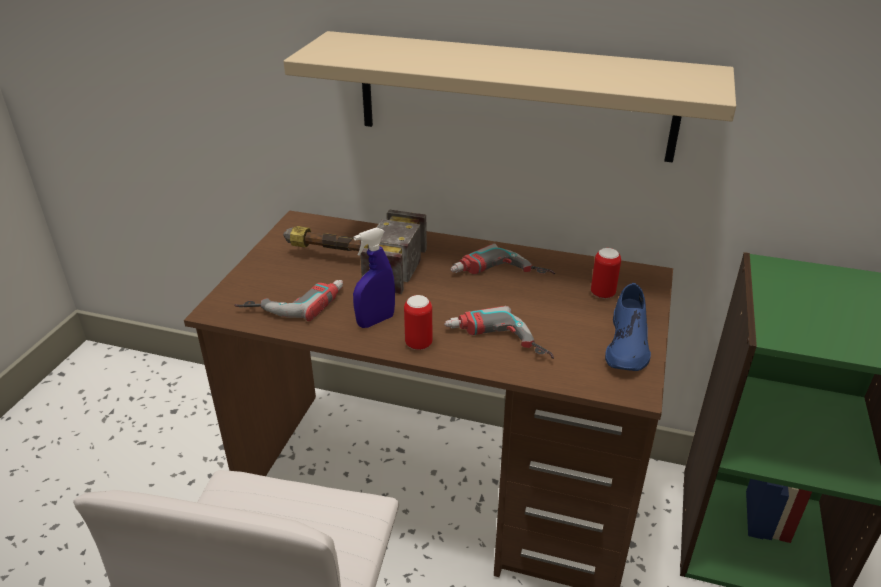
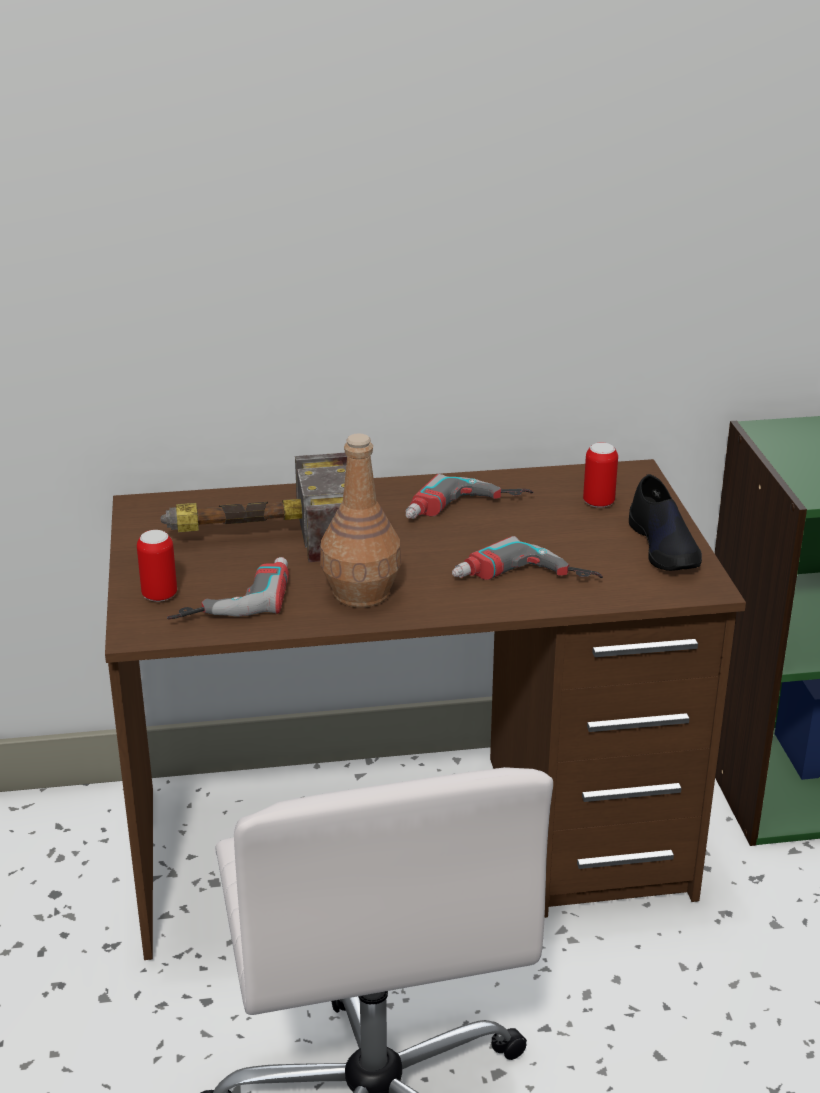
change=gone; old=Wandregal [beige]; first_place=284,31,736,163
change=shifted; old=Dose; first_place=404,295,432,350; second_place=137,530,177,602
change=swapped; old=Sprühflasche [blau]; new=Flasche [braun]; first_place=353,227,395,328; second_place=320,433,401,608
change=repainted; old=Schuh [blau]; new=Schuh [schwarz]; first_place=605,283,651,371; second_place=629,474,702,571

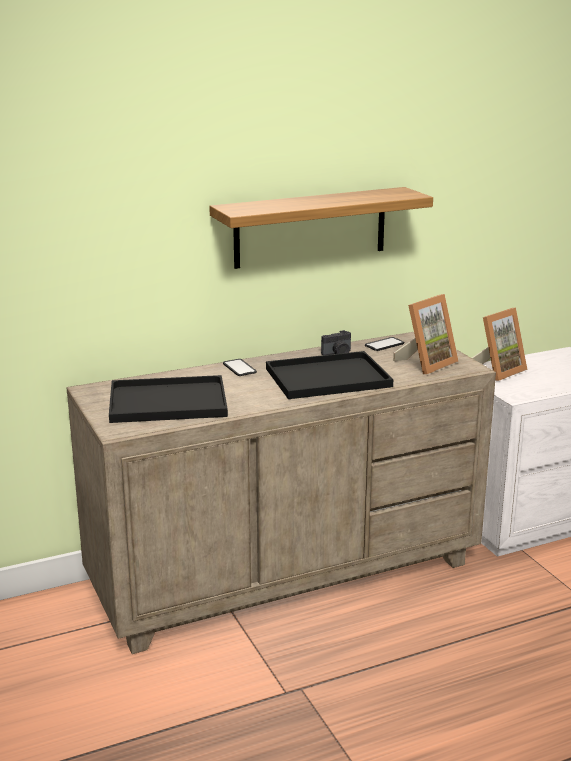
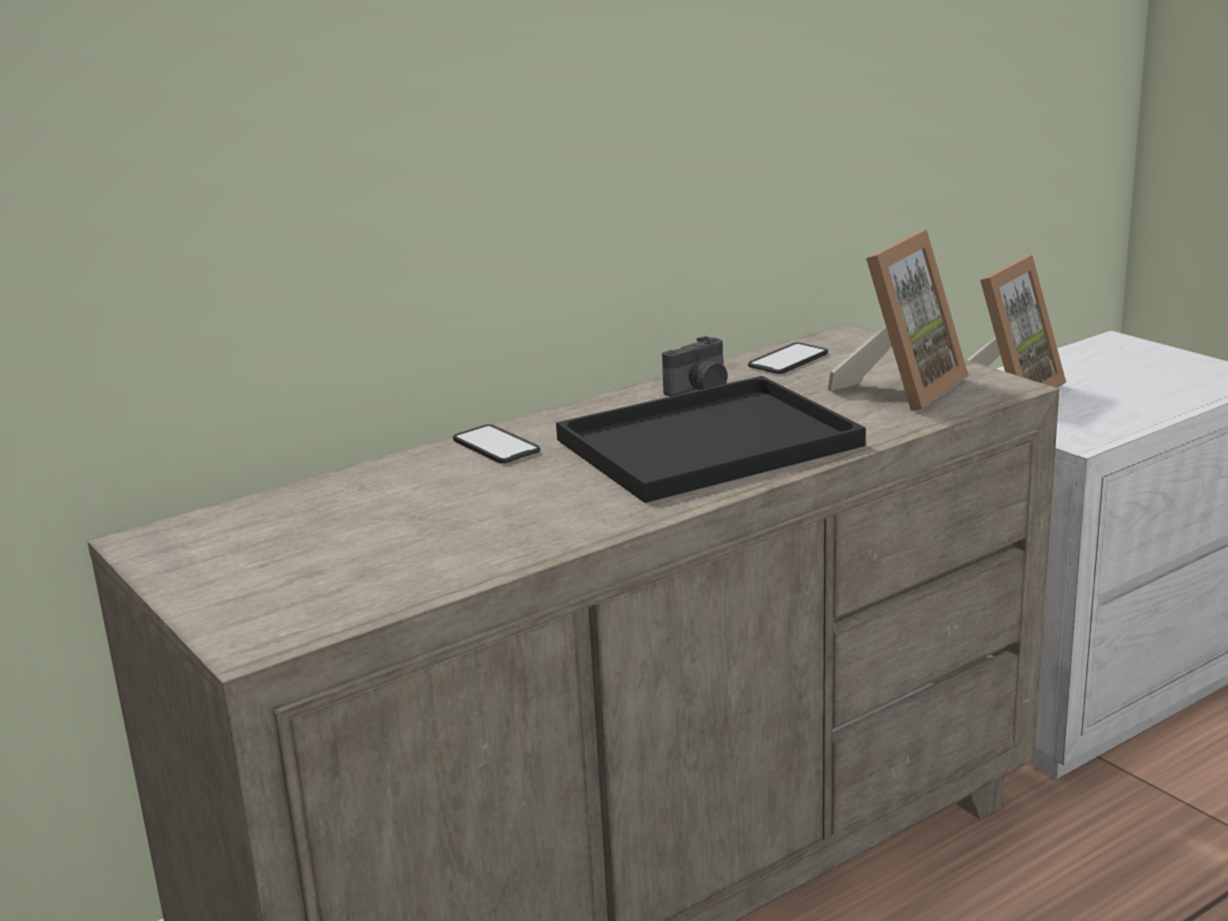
change=gone; old=Tablett [schwarz]; first_place=109,375,228,423
change=gone; old=Wandregal; first_place=209,187,433,269

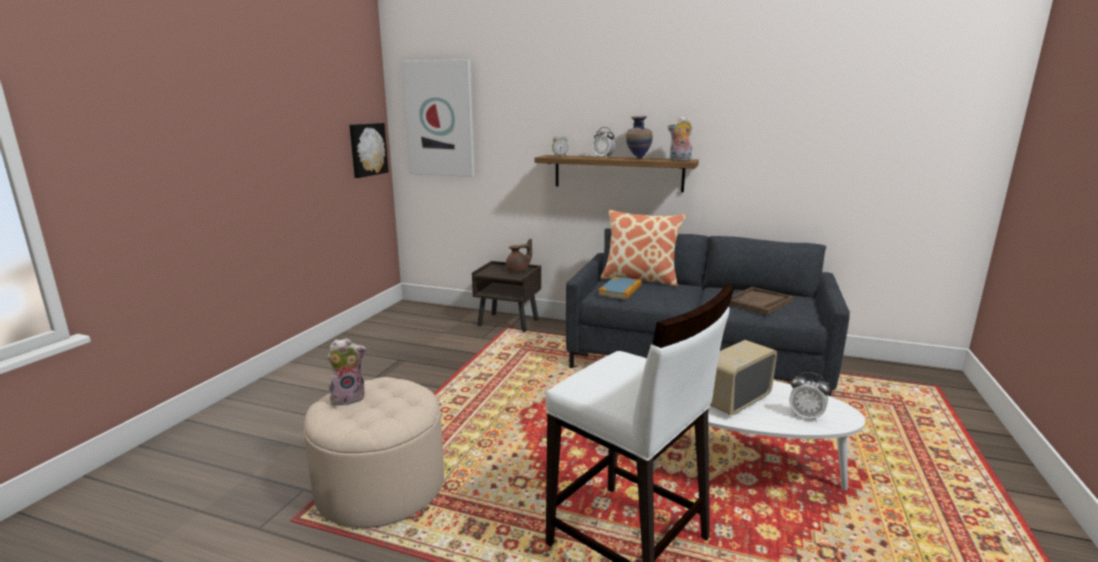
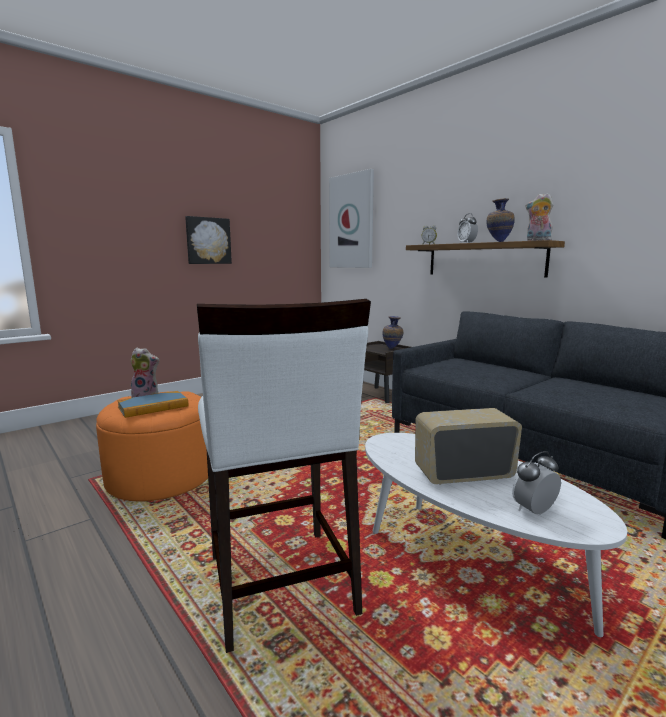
change=gone; old=Kissen; first_place=600,210,686,287
change=gone; old=Tablett [braun]; first_place=729,287,793,315
change=shifted; old=Bild; first_place=349,123,388,178; second_place=185,216,232,264
change=shifted; old=Buch; first_place=598,277,642,300; second_place=117,391,188,418
change=swapped; old=Teekanne [braun]; new=Vase; first_place=506,239,532,272; second_place=382,316,403,349
change=repainted; old=Polsterhocker [beige]; new=Polsterhocker [orange]; first_place=304,377,444,528; second_place=96,391,208,501
change=rotated; old=Wecker; first_place=789,372,831,422; second_place=512,451,561,515; degrees=90

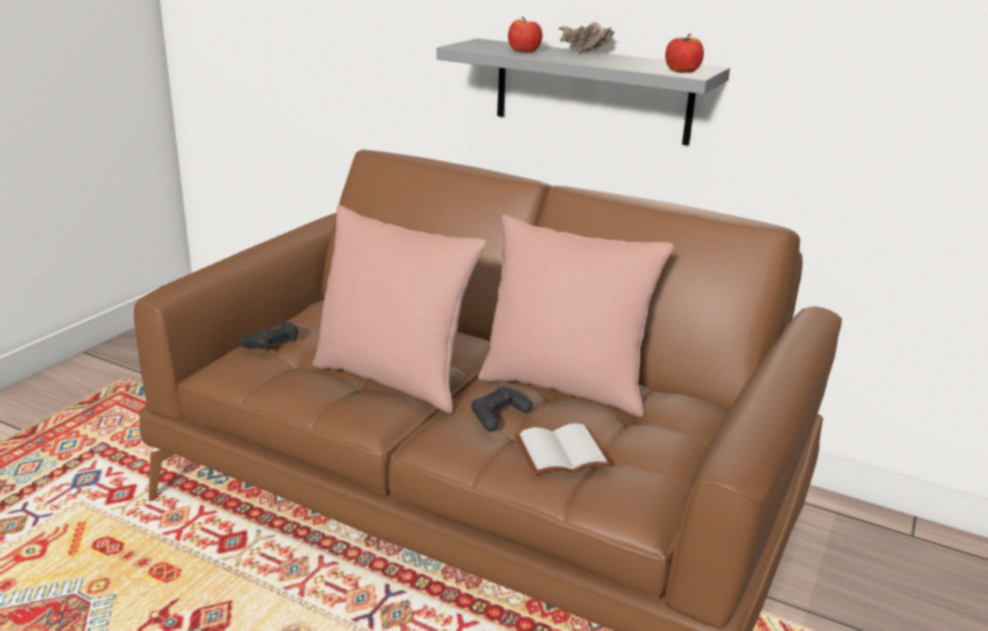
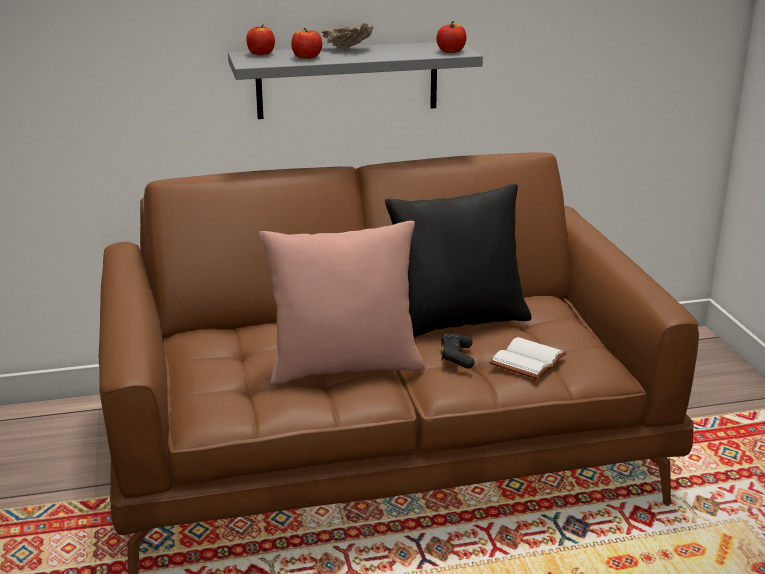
change=gone; old=Gamepad [schwarz]; first_place=240,322,298,351
change=new; new=Apfel; second_place=246,24,275,55
change=repainted; old=Kissen [rosa]; new=Kissen [schwarz]; first_place=478,215,674,417; second_place=385,184,531,338

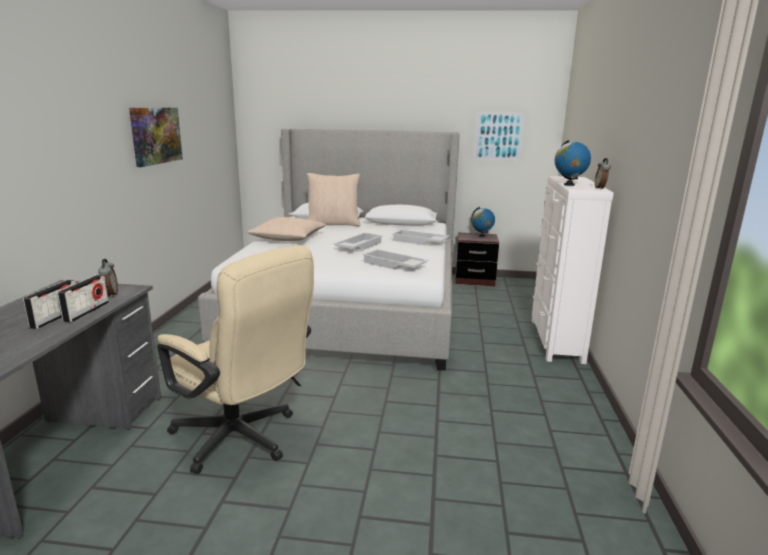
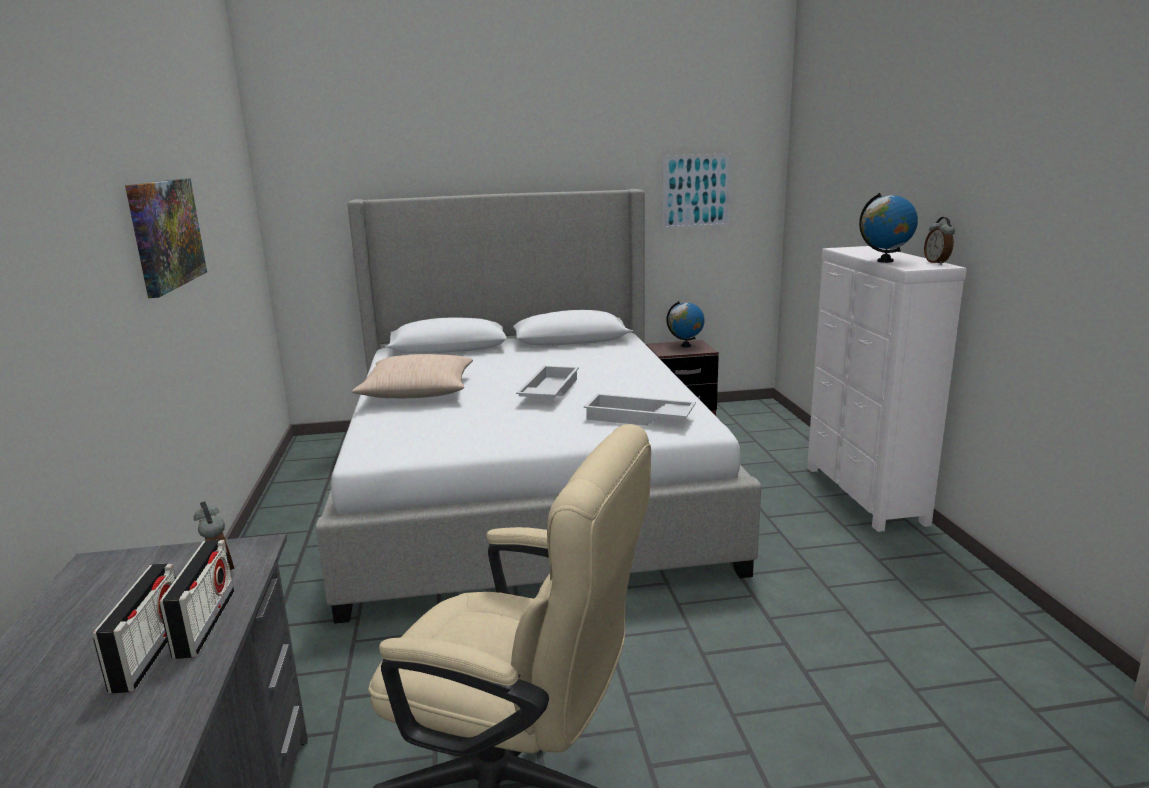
change=gone; old=Kissen [beige]; first_place=307,173,360,226
change=gone; old=Tablett [weiß]; first_place=392,230,449,245

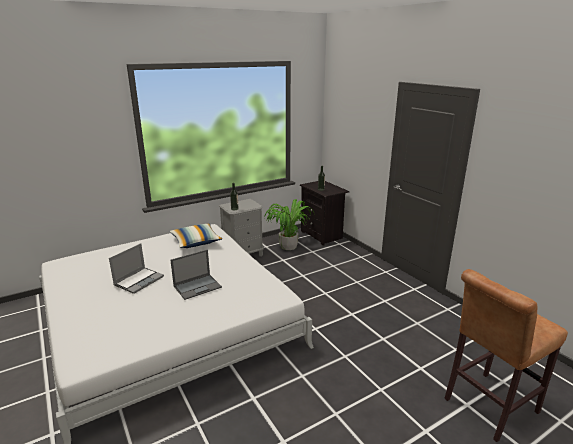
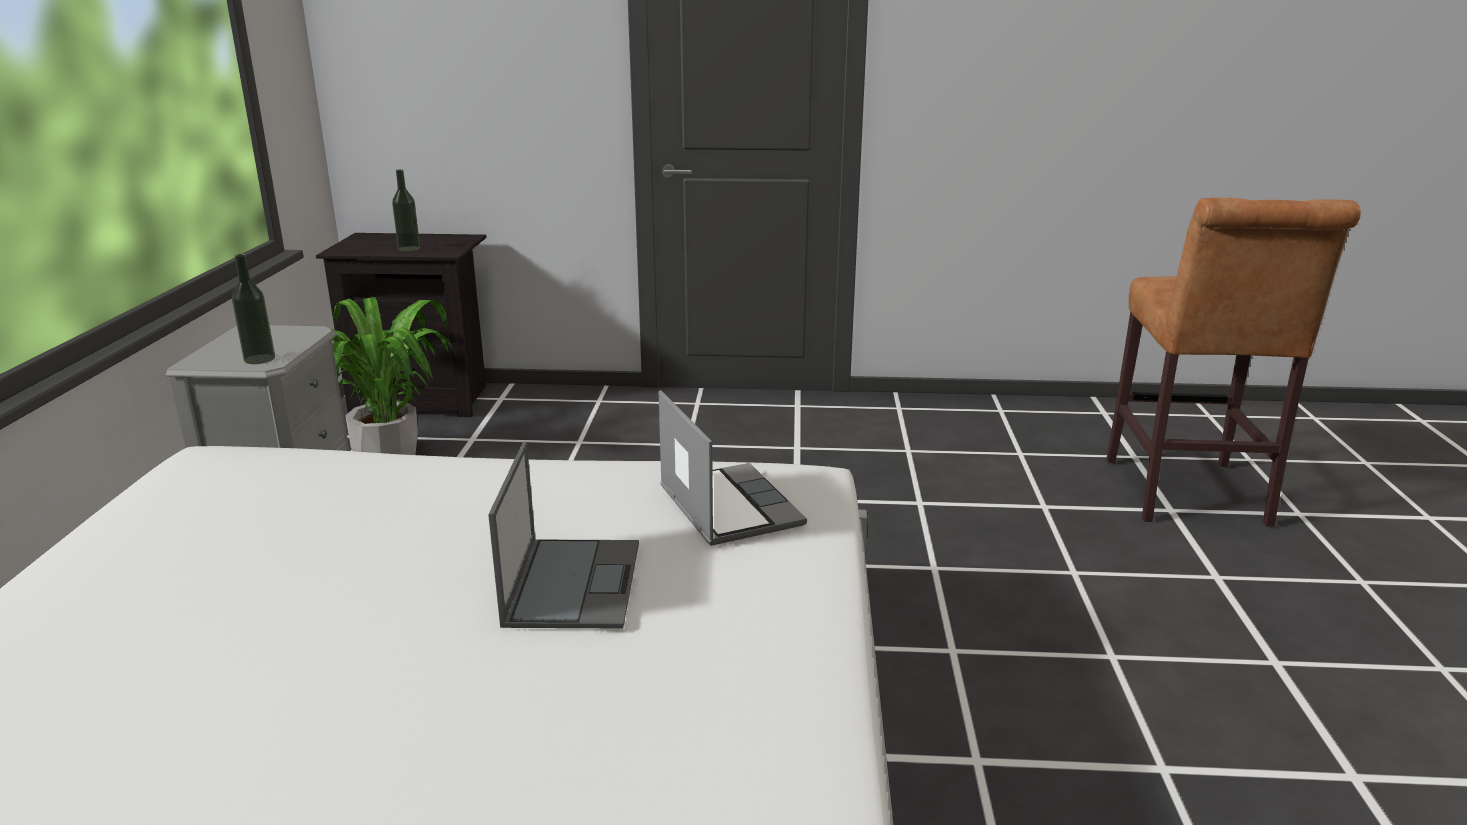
change=gone; old=Kissen; first_place=169,224,223,248
change=shifted; old=Laptop; first_place=109,243,164,294; second_place=659,390,807,546

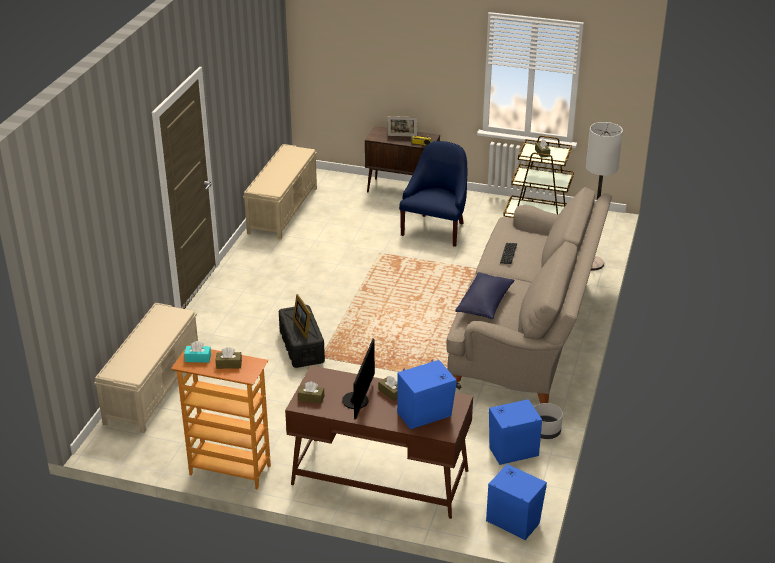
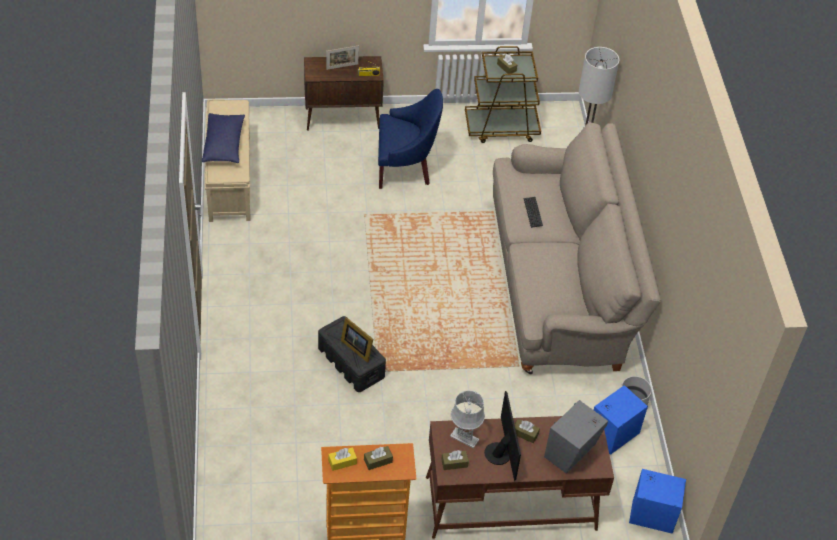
change=gone; old=Bank [beige]; first_place=94,303,198,433
change=new; new=Tischlampe [grau]; second_place=450,390,485,448
change=shifted; old=Kissen [blau]; first_place=455,272,514,319; second_place=202,113,245,163
change=repainted; old=Taschentuchbox [türkis]; new=Taschentuchbox [gelb]; first_place=184,341,211,363; second_place=328,447,357,471
change=repainted; old=Lautsprecher [blau]; new=Lautsprecher [grau]; first_place=397,360,457,430; second_place=544,400,608,474
change=rotated; old=Sessel [blau]; first_place=399,141,467,247; second_place=378,89,443,189; degrees=90

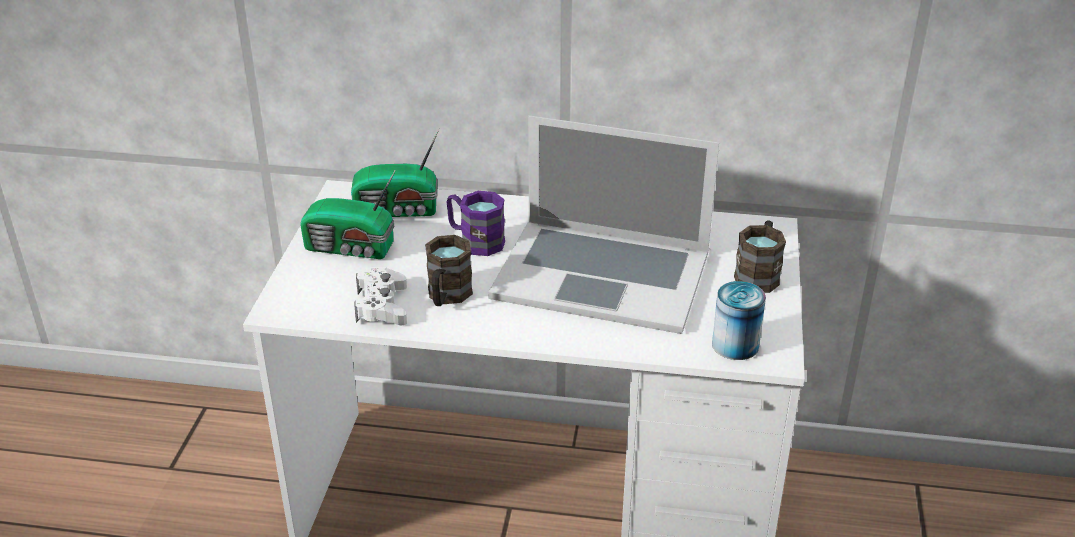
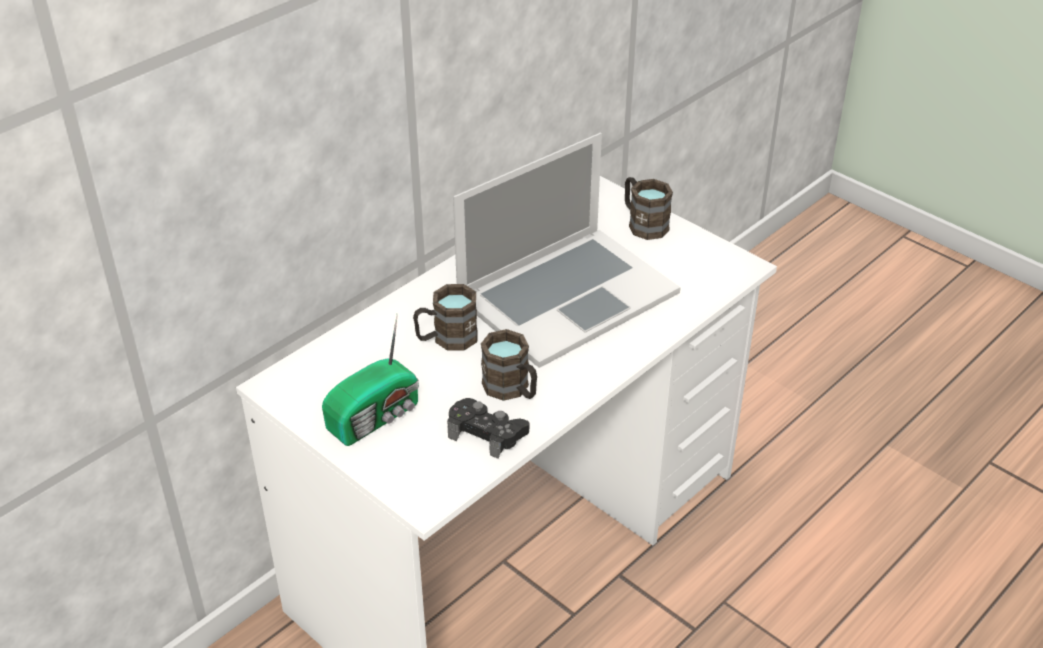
change=gone; old=Radio; first_place=351,129,439,217
change=gone; old=Dose; first_place=712,281,766,360
change=repainted; old=Gamepad [weiß]; new=Gamepad [schwarz]; first_place=354,267,407,325; second_place=447,398,529,459
change=repainted; old=Henkelbecher [lila]; new=Henkelbecher [braun]; first_place=446,191,505,256; second_place=413,284,478,351

